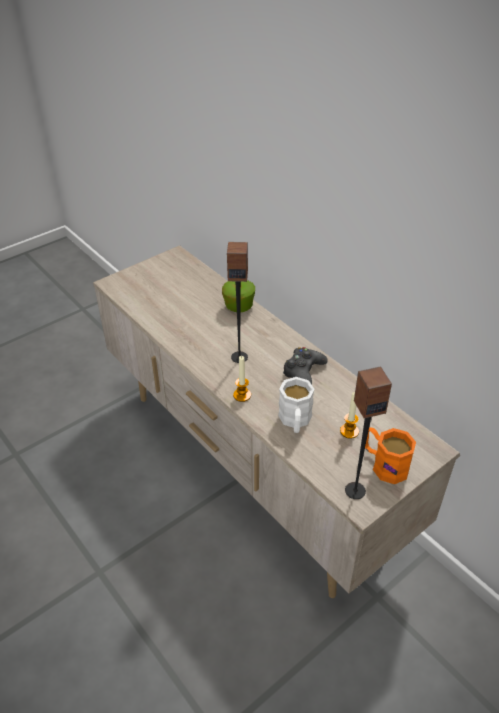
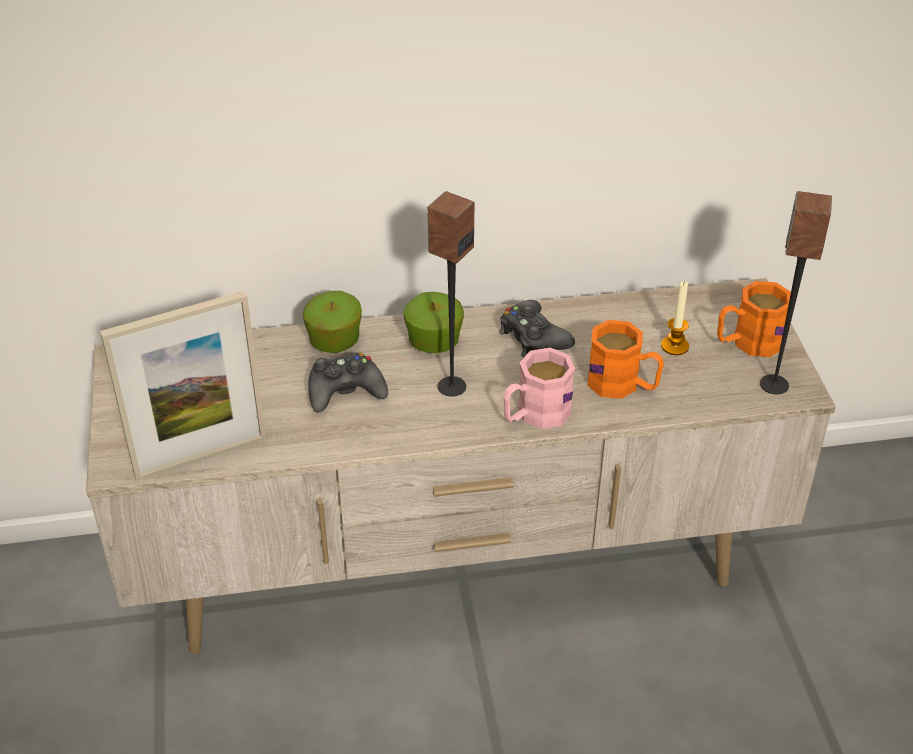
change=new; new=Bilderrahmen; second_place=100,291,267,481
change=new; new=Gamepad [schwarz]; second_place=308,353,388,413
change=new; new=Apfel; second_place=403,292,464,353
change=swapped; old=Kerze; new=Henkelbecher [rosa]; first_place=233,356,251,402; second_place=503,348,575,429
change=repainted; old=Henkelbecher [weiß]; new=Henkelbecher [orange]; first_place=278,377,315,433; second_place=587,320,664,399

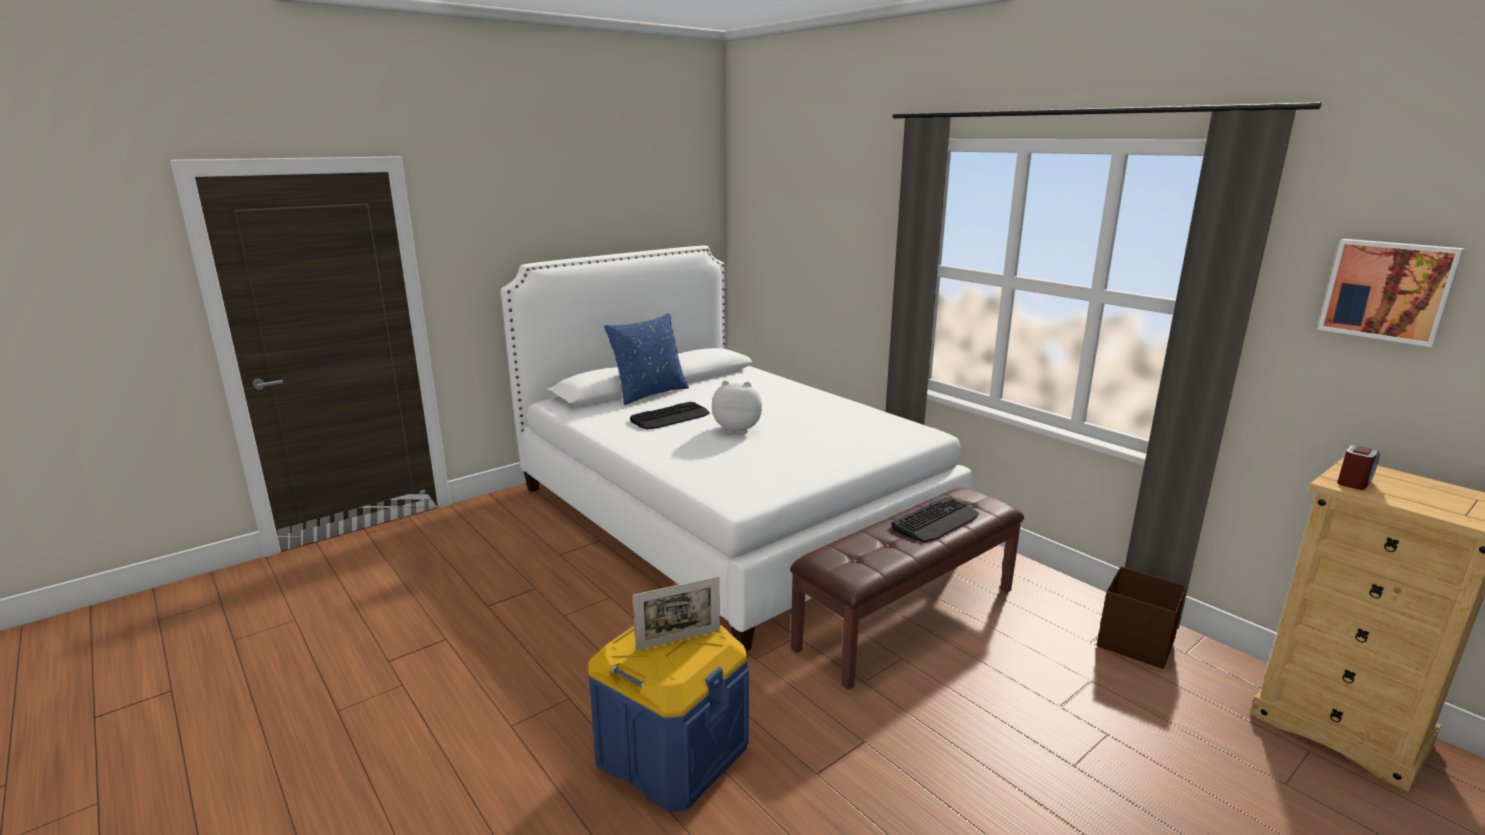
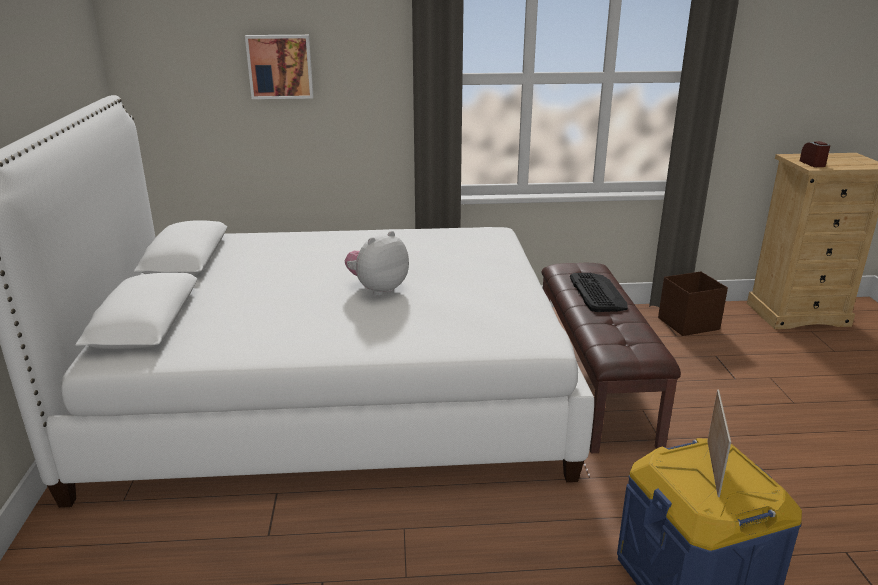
change=gone; old=Kissen [blau]; first_place=604,313,689,405
change=gone; old=Tastatur; first_place=630,402,710,429
change=shifted; old=Bild; first_place=1318,239,1465,347; second_place=245,35,314,99

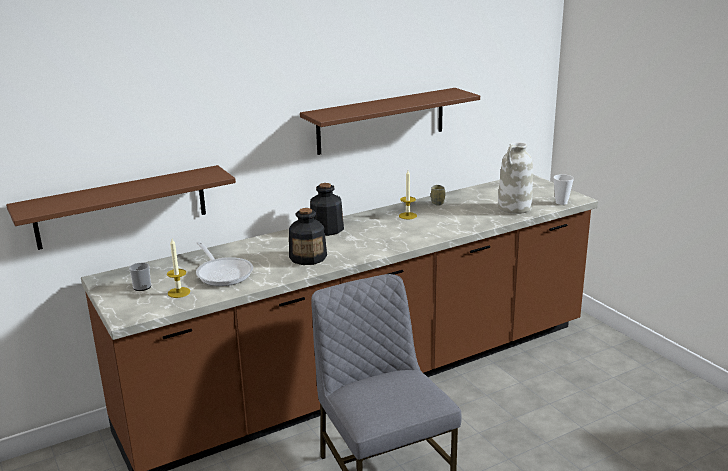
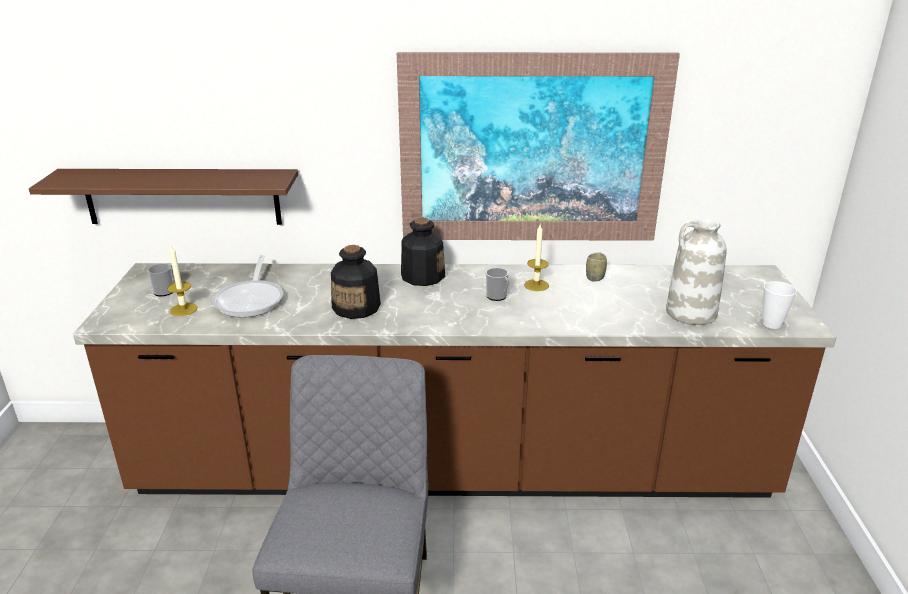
change=new; new=Henkelbecher; second_place=486,268,510,301
change=swapped; old=Wandregal [braun]; new=Bild; first_place=300,88,480,155; second_place=397,52,680,241

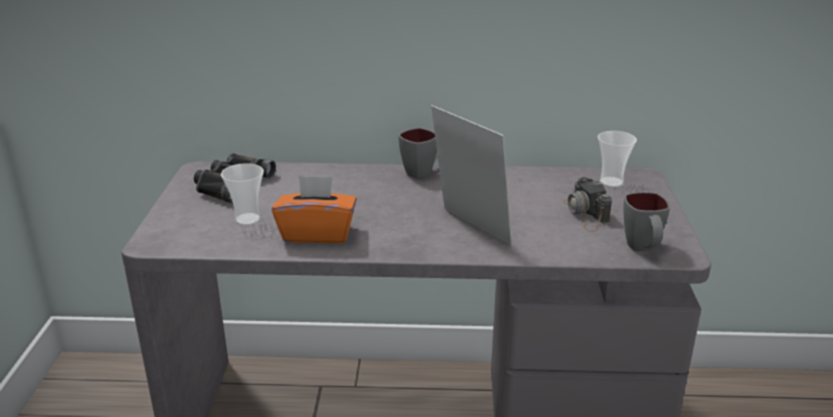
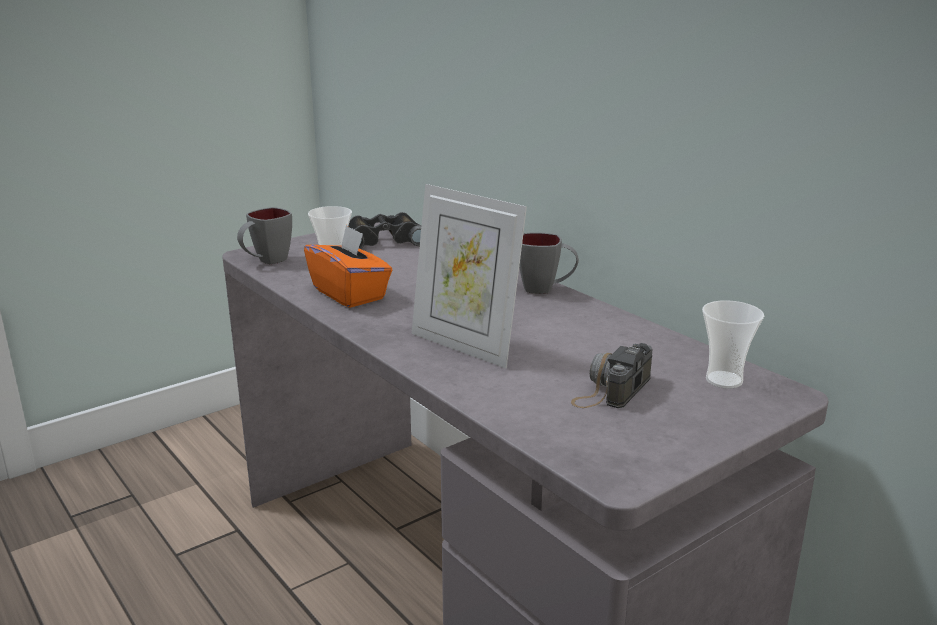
change=shifted; old=Henkelbecher [grau]; first_place=624,192,670,251; second_place=237,207,292,264
change=rotated; old=Bilderrahmen; first_place=431,105,512,245; second_place=411,184,527,368; degrees=120

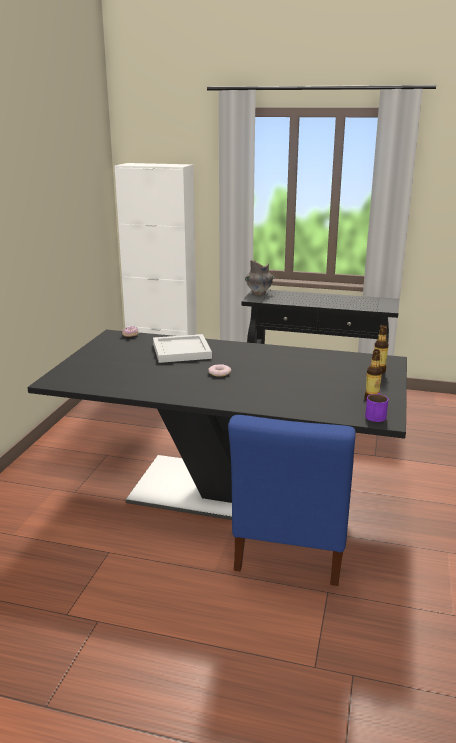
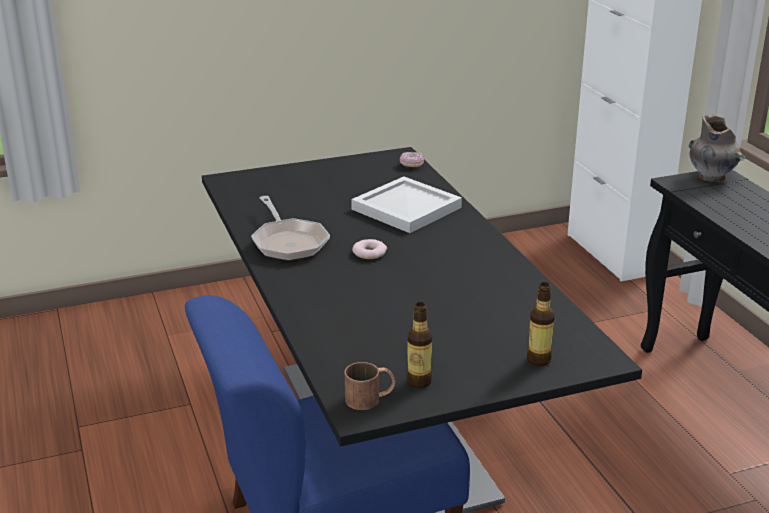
change=new; new=Pfanne; second_place=251,196,330,261
change=repainted; old=Henkelbecher [lila]; new=Henkelbecher [braun]; first_place=365,393,388,422; second_place=345,362,396,410

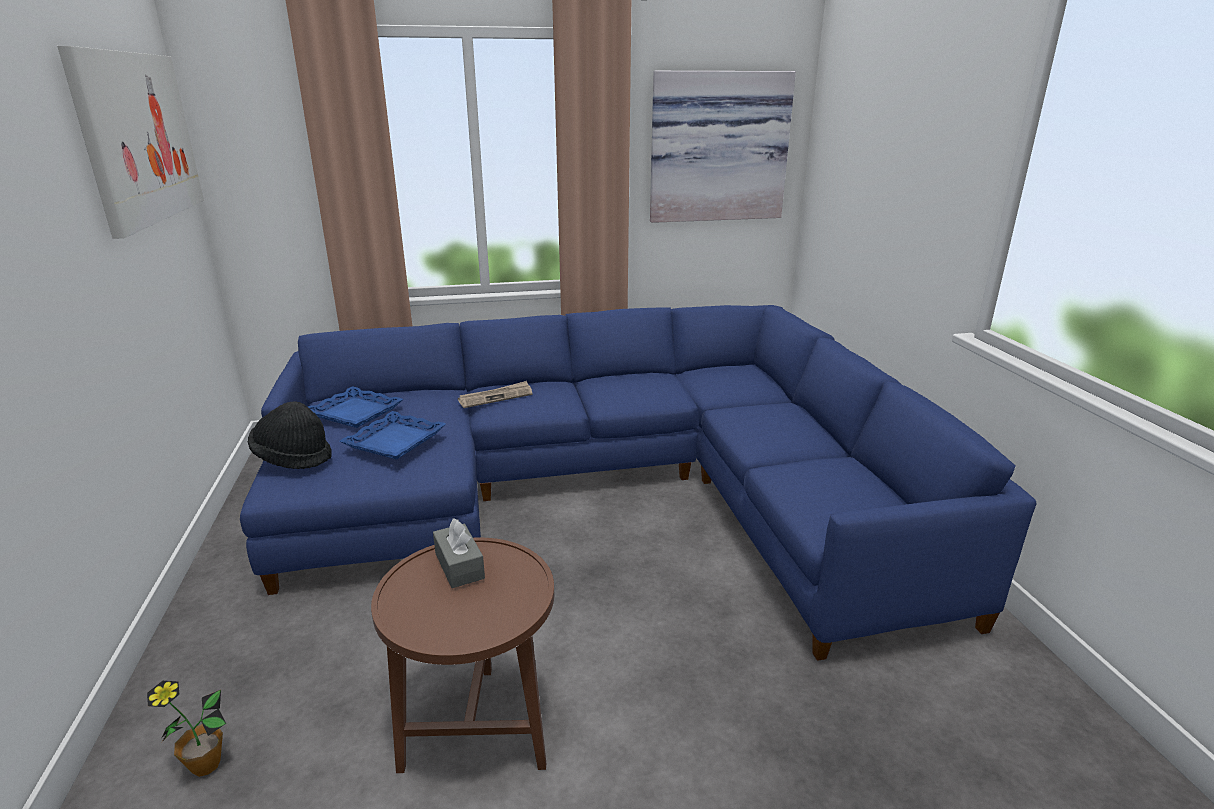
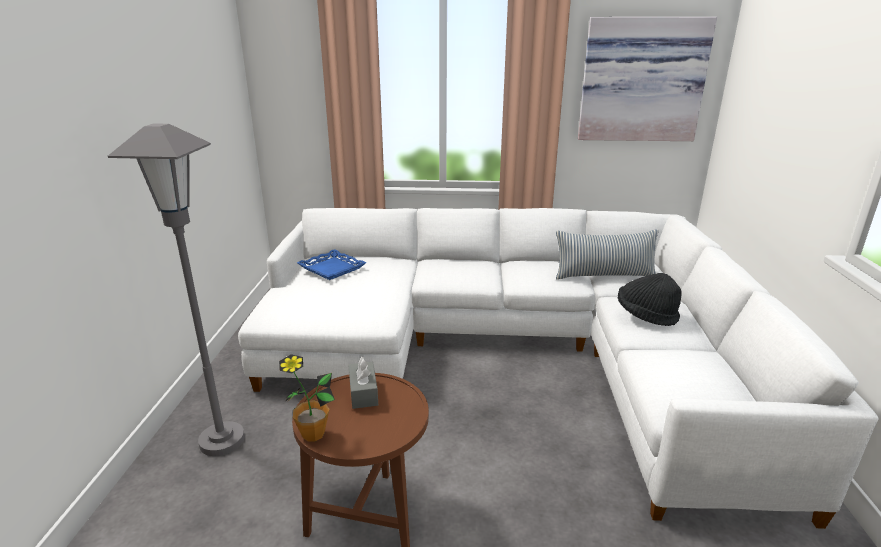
change=gone; old=Bild; first_place=57,46,204,239
change=gone; old=Tablett [blau]; first_place=340,411,446,460
change=gone; old=Zeitung; first_place=458,381,532,408
change=new; new=Stehlampe [grau]; second_place=108,123,245,456
change=new; new=Kissen; second_place=556,229,659,280
change=shifted; old=Topfpflanze; first_place=147,681,226,777; second_place=279,354,335,442
change=shifted; old=Hut [schwarz]; first_place=248,401,332,469; second_place=618,273,681,326
change=repainted; old=Sofa [blau]; new=Sofa [weiß]; first_place=240,305,1037,661; second_place=238,208,878,529

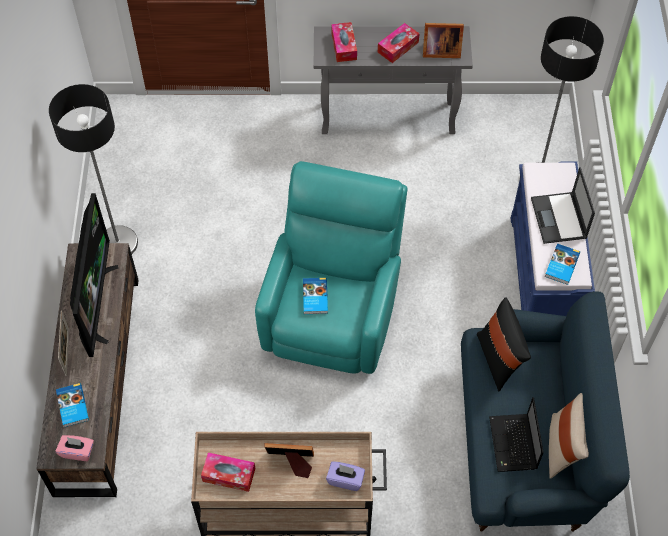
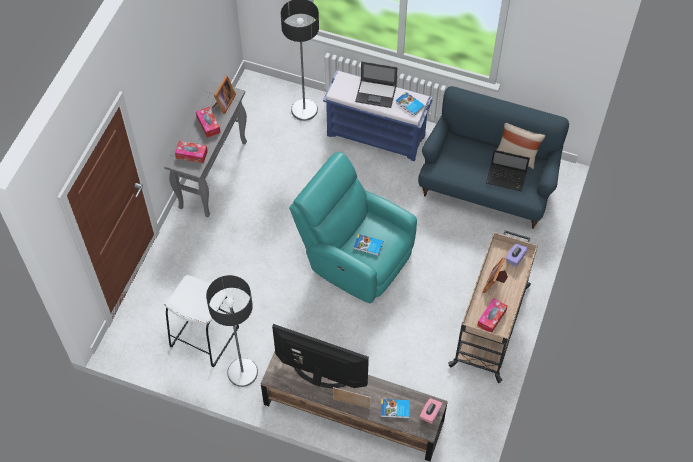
change=gone; old=Kissen [schwarz]; first_place=477,297,531,391
change=new; new=Hocker [weiß]; second_place=164,275,239,367

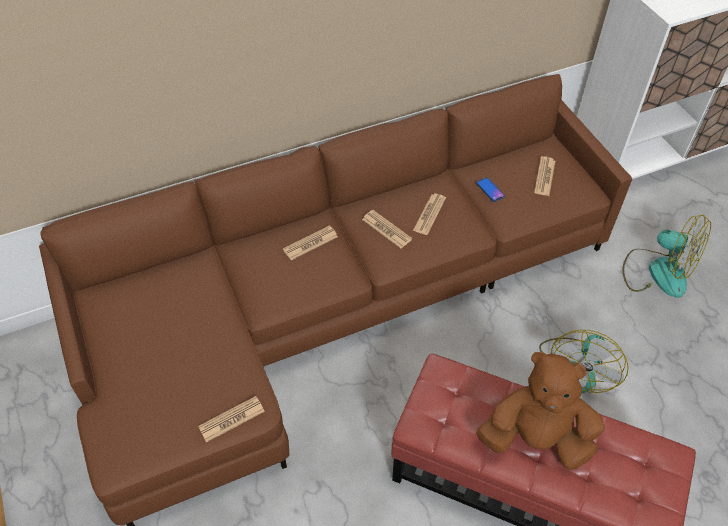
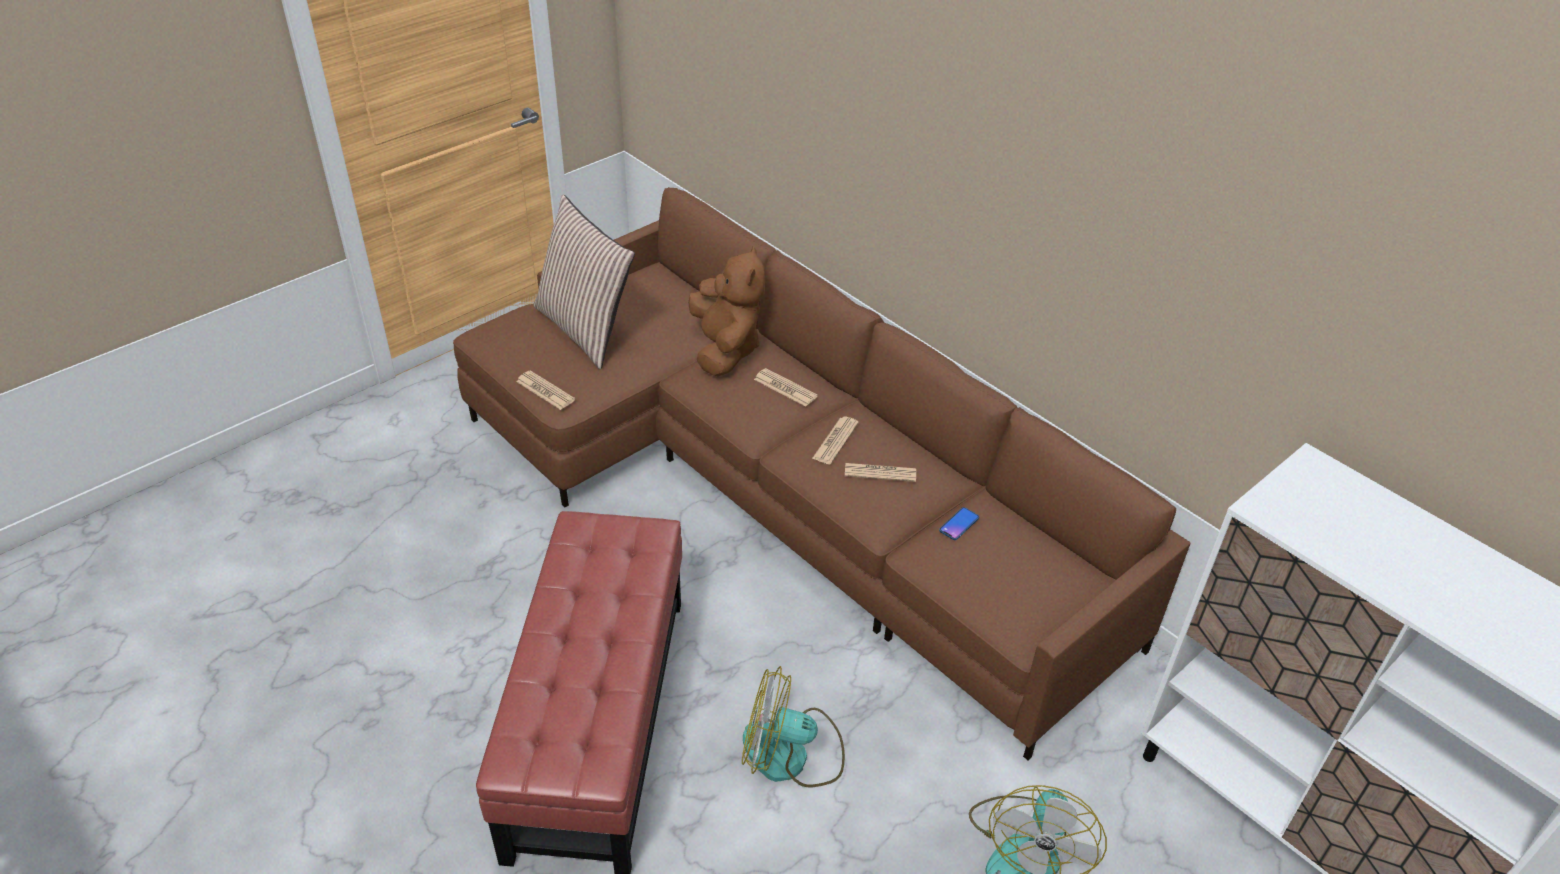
change=gone; old=Zeitung; first_place=534,156,555,196
change=new; new=Kissen; second_place=534,194,635,369
change=shifted; old=Plüschtier [braun]; first_place=476,352,605,470; second_place=688,246,765,377

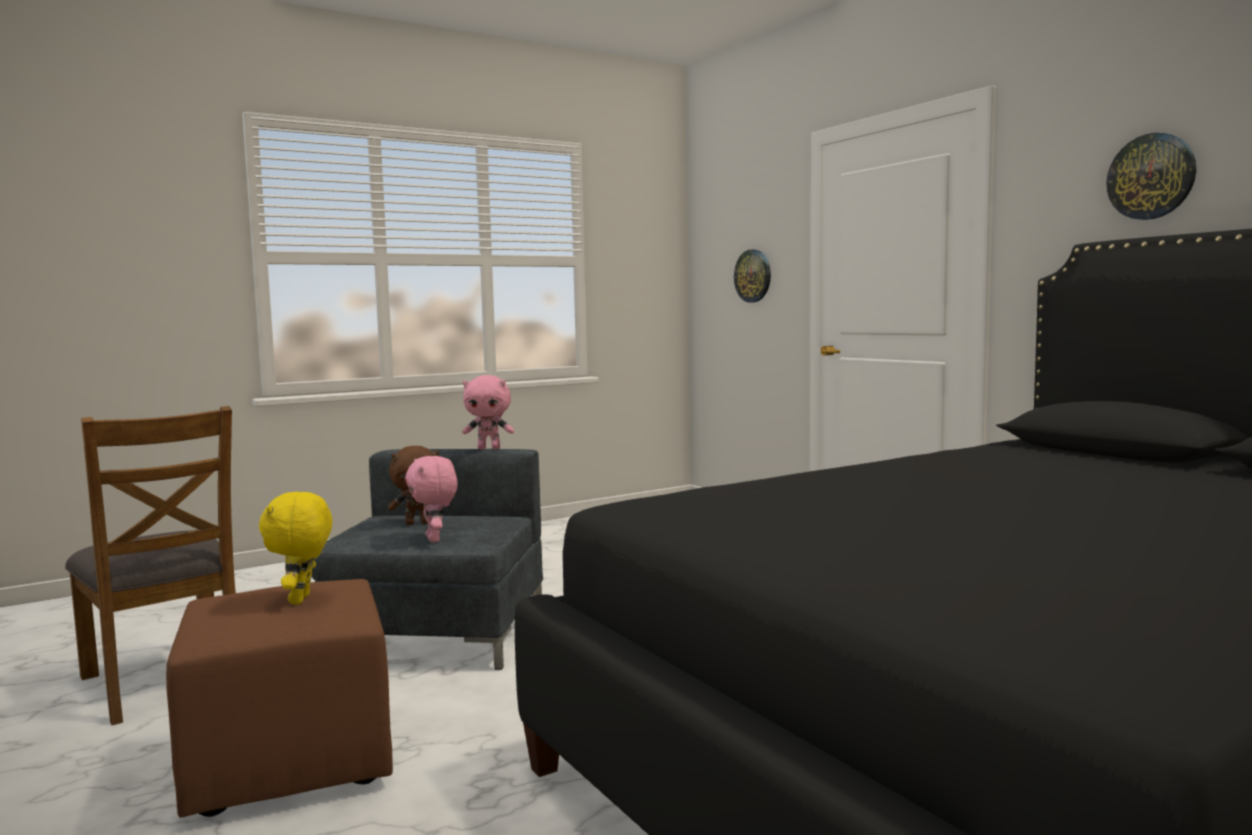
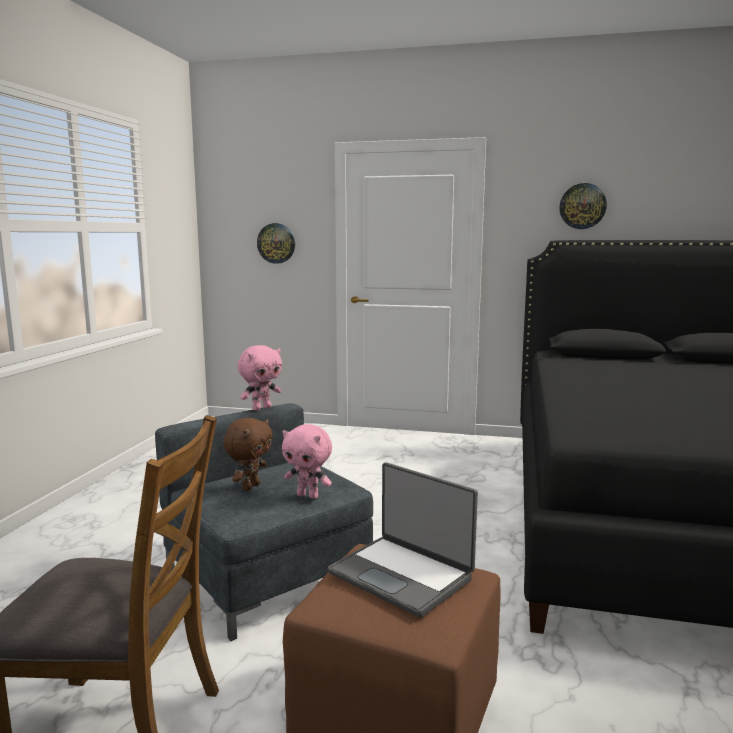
change=swapped; old=Plüschtier [gelb]; new=Laptop; first_place=259,492,332,604; second_place=328,462,478,618

